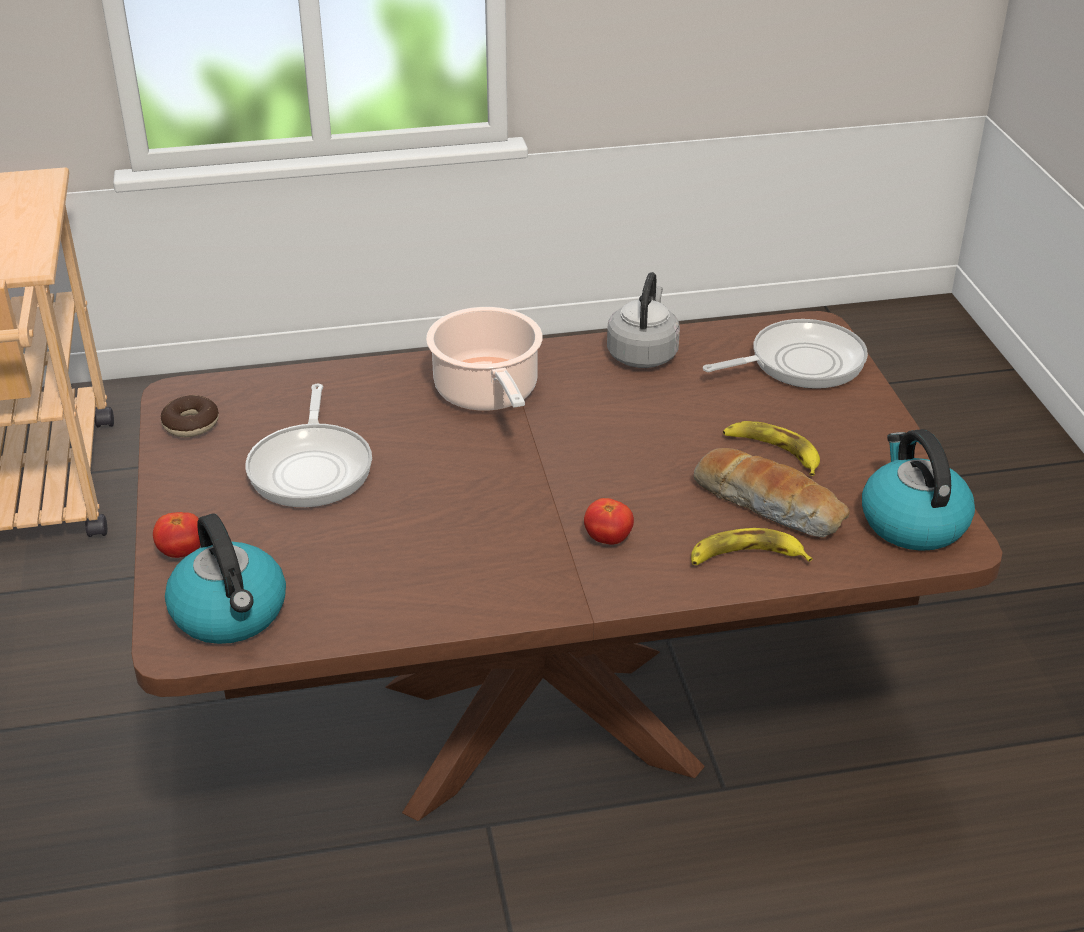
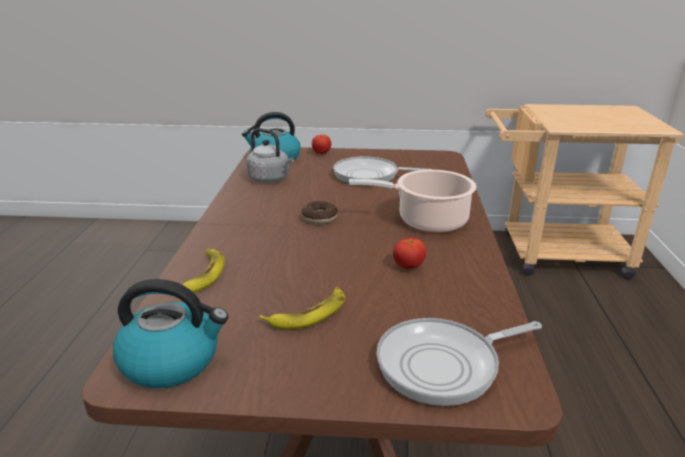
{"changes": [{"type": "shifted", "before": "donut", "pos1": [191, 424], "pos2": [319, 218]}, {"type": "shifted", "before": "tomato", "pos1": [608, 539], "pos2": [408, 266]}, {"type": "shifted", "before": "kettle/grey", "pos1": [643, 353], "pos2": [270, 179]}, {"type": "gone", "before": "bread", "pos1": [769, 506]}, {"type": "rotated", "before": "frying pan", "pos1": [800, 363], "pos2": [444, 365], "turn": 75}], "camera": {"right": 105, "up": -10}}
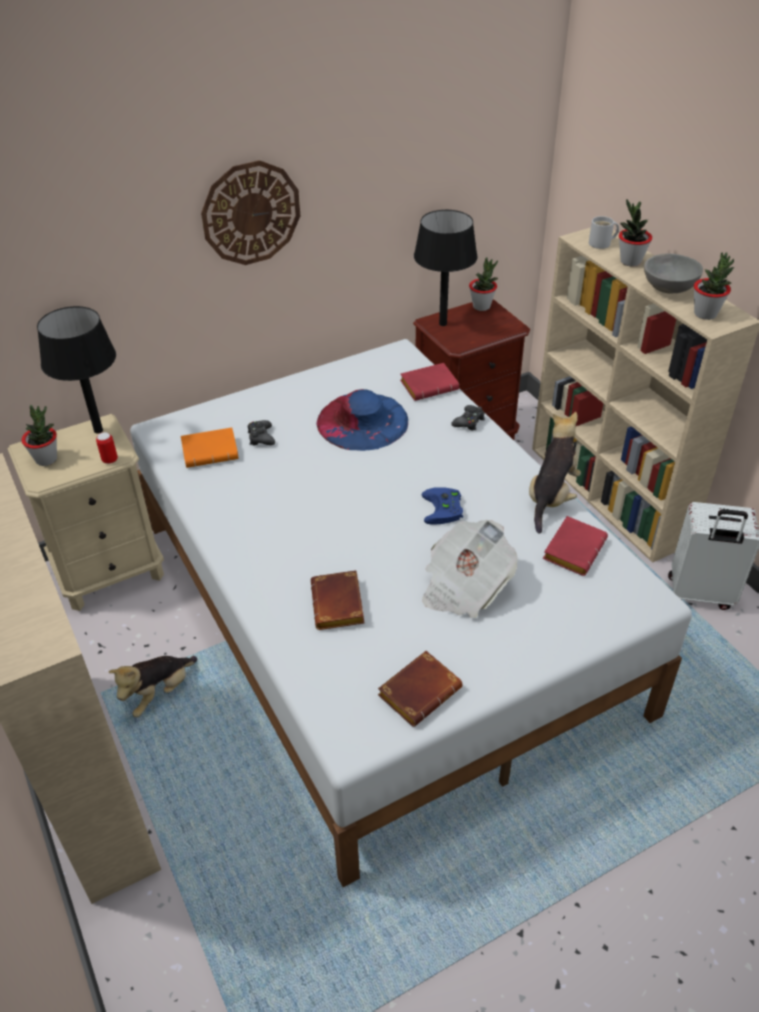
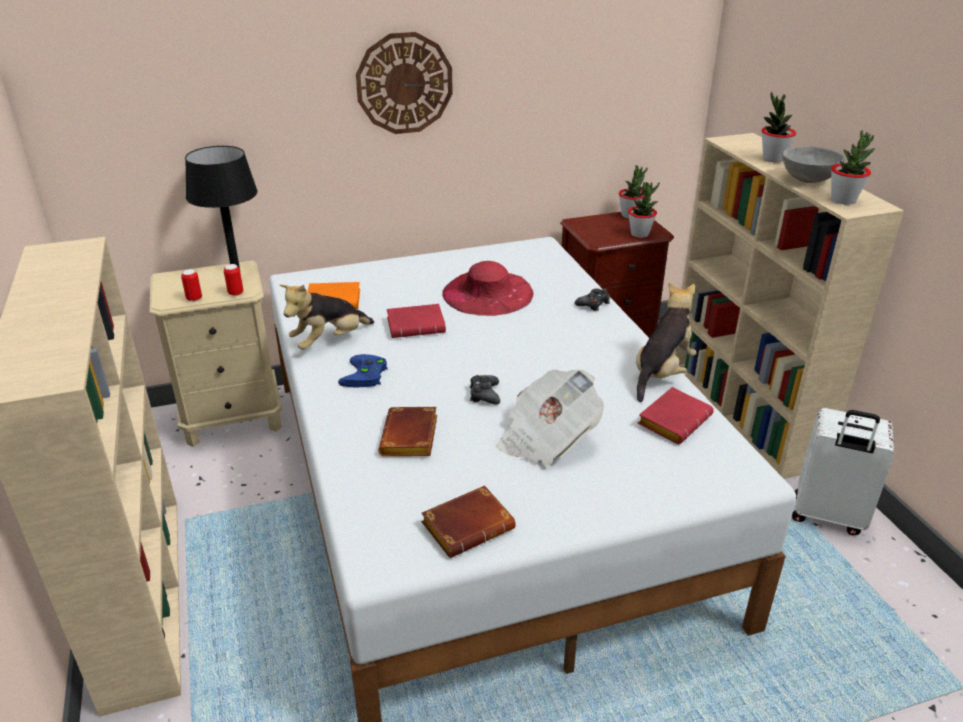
{"changes": [{"type": "shifted", "before": "potted plant", "pos1": [46, 459], "pos2": [640, 234]}, {"type": "shifted", "before": "plush toy", "pos1": [159, 693], "pos2": [329, 341]}, {"type": "shifted", "before": "game controller/black", "pos1": [261, 437], "pos2": [484, 394]}, {"type": "repainted", "before": "hat/blue", "after": "hat/red", "pos1": [362, 421], "pos2": [487, 293]}, {"type": "shifted", "before": "book/red", "pos1": [430, 385], "pos2": [417, 325]}, {"type": "gone", "before": "table lamp/black", "pos1": [443, 324]}, {"type": "shifted", "before": "game controller/blue", "pos1": [444, 509], "pos2": [365, 376]}, {"type": "gone", "before": "mug/white", "pos1": [602, 243]}, {"type": "new", "after": "can", "pos2": [194, 299]}], "camera": {"right": 10, "up": -10}}
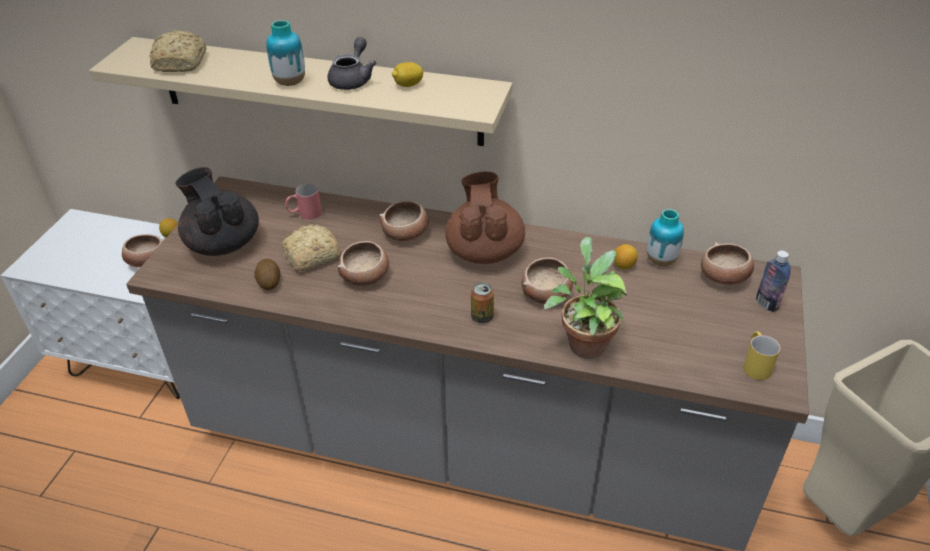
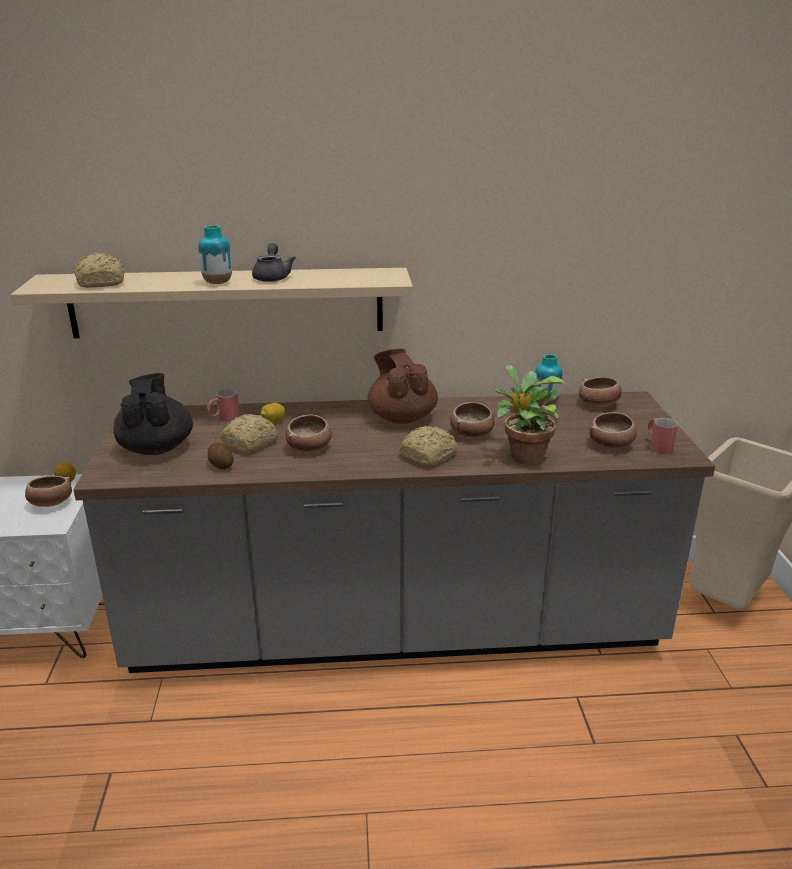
{"changes": [{"type": "rotated", "before": "teapot/black", "pos1": [223, 243], "pos2": [156, 447], "turn": 45}, {"type": "shifted", "before": "bowl", "pos1": [406, 234], "pos2": [611, 444]}, {"type": "shifted", "before": "lemon", "pos1": [408, 85], "pos2": [273, 422]}, {"type": "swapped", "before": "can", "after": "bread", "pos1": [482, 317], "pos2": [429, 455]}, {"type": "repainted", "before": "mug/yellow", "after": "mug/red", "pos1": [755, 364], "pos2": [658, 446]}, {"type": "gone", "before": "bottle", "pos1": [766, 304]}], "camera": {"right": -20, "up": -15}}
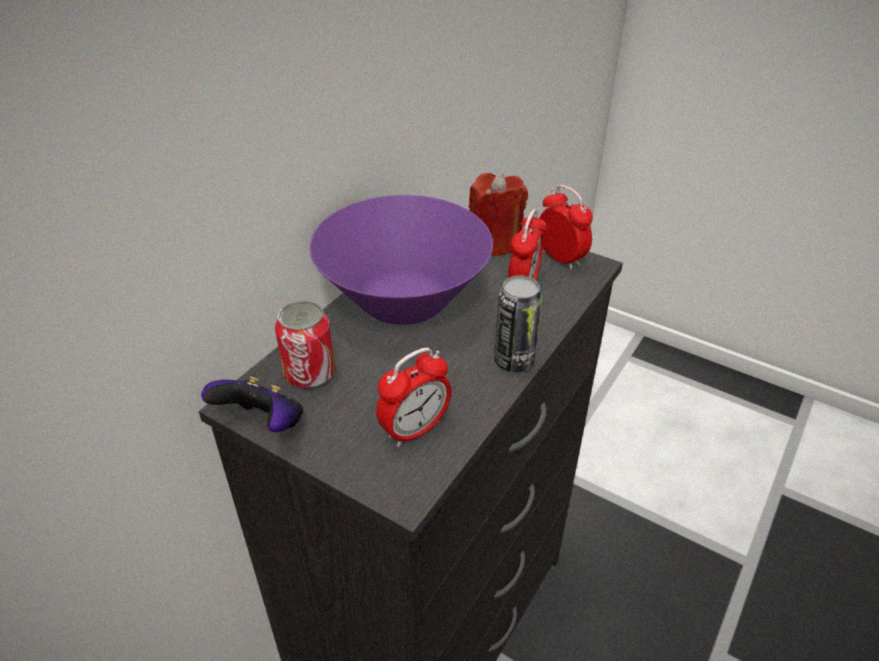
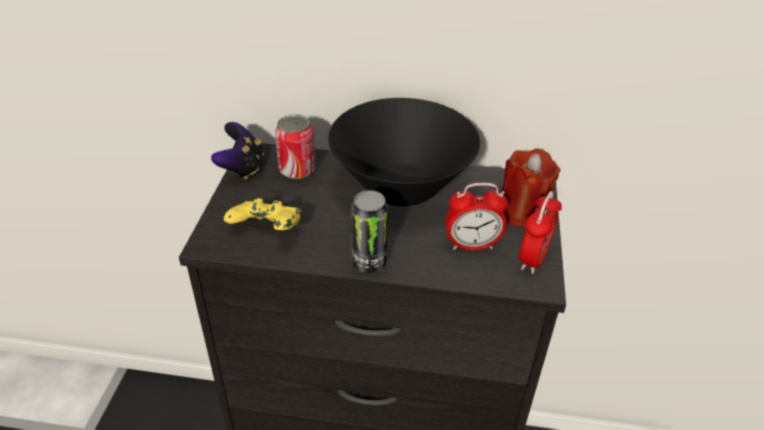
{"changes": [{"type": "repainted", "before": "bowl/purple", "after": "bowl/black", "pos1": [403, 301], "pos2": [401, 186]}, {"type": "swapped", "before": "alarm clock", "after": "game controller/yellow", "pos1": [414, 430], "pos2": [267, 231]}], "camera": {"right": 65, "up": 0}}
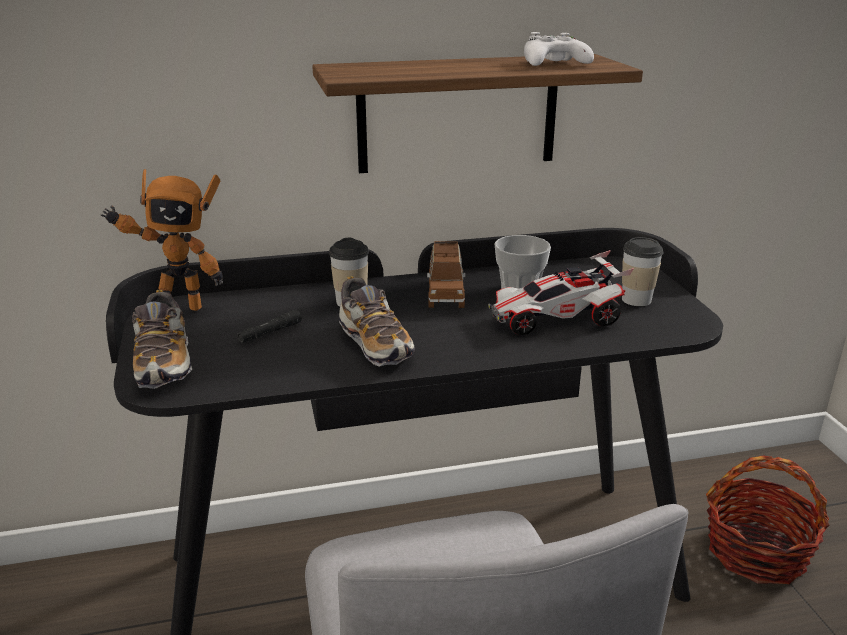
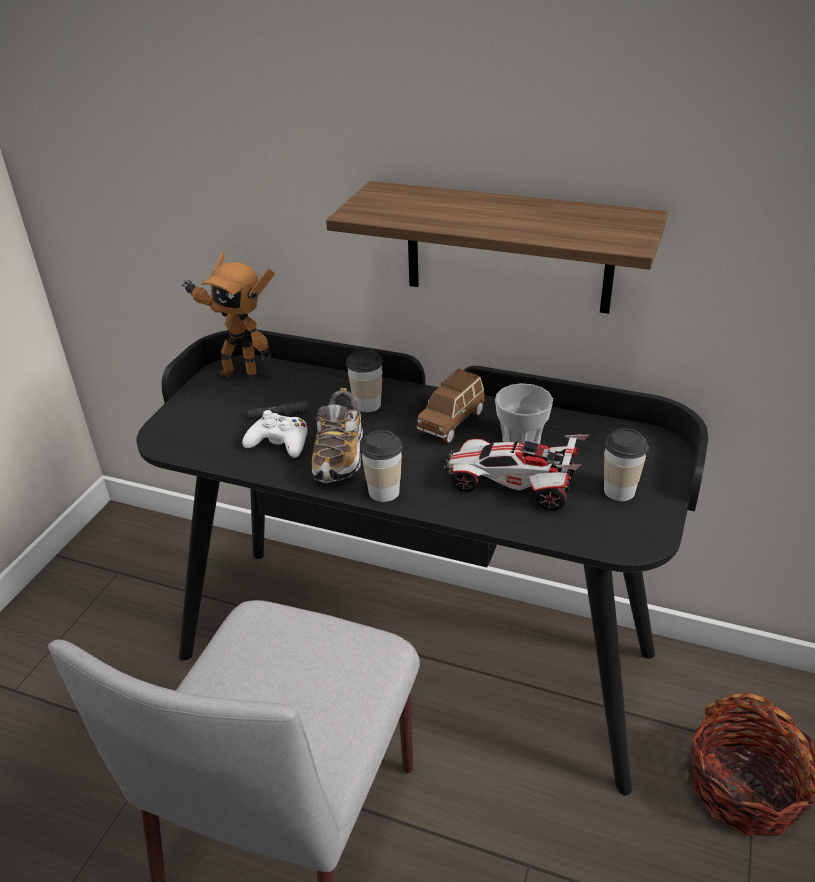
{"changes": [{"type": "gone", "before": "shoe", "pos1": [164, 363]}, {"type": "shifted", "before": "game controller/white", "pos1": [554, 63], "pos2": [279, 443]}, {"type": "new", "after": "cup", "pos2": [384, 492]}], "camera": {"right": 35, "up": 10}}
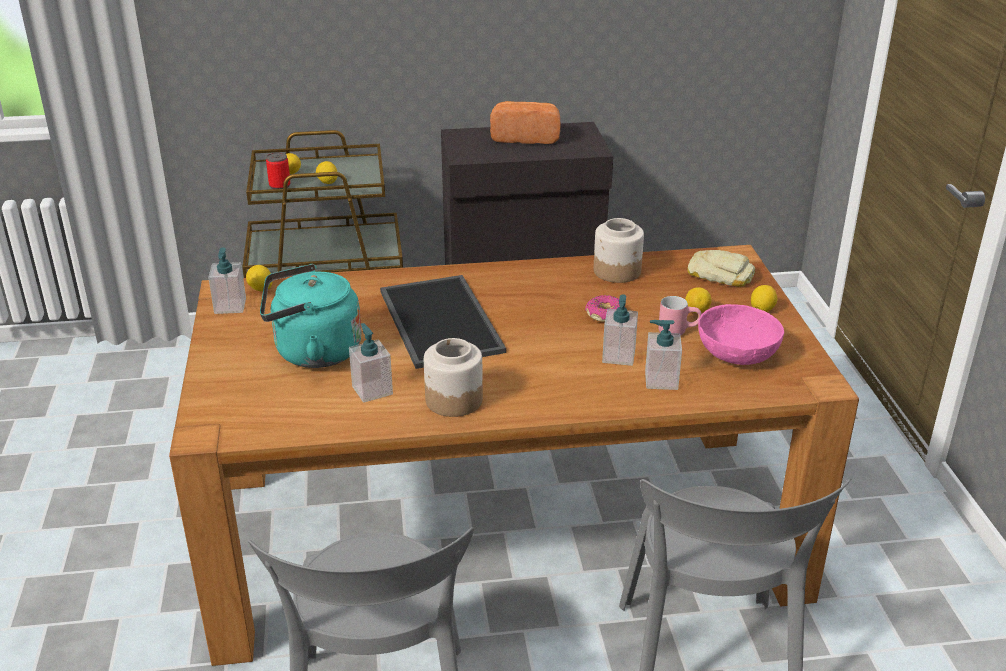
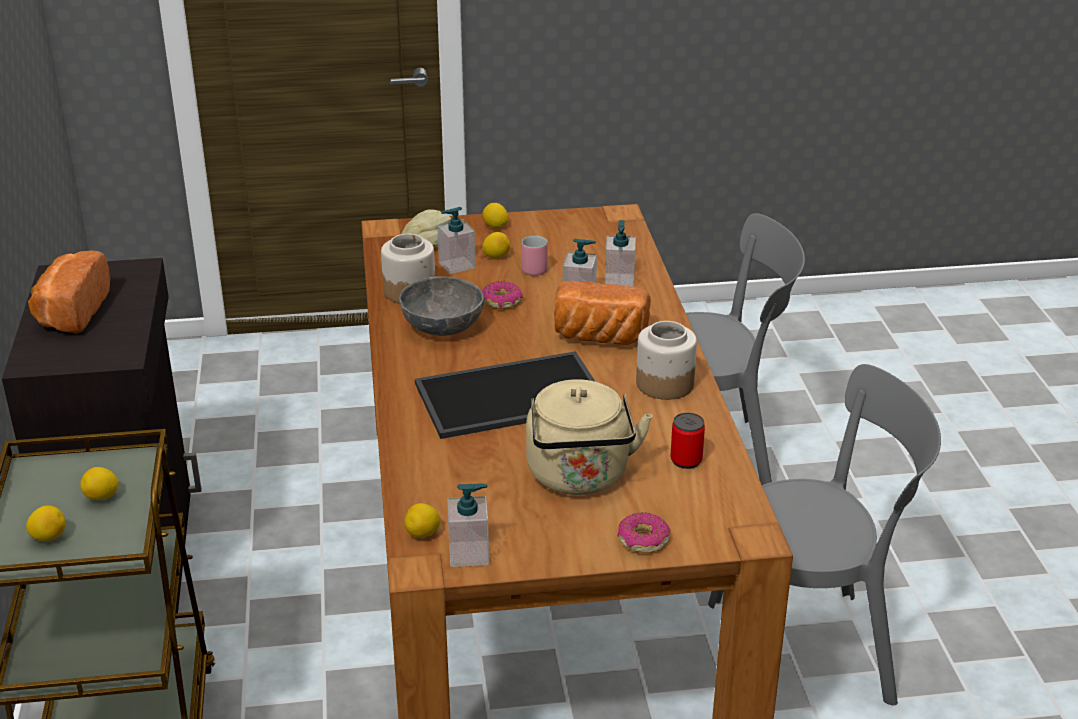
{"changes": [{"type": "repainted", "before": "kettle/turquoise", "after": "kettle/beige", "pos1": [312, 352], "pos2": [579, 477]}, {"type": "shifted", "before": "can", "pos1": [280, 186], "pos2": [686, 460]}, {"type": "shifted", "before": "soap dispenser", "pos1": [372, 390], "pos2": [456, 265]}, {"type": "gone", "before": "bowl/pink", "pos1": [737, 355]}, {"type": "new", "after": "bowl/grey", "pos2": [442, 327]}, {"type": "new", "after": "bread", "pos2": [598, 337]}, {"type": "new", "after": "donut", "pos2": [642, 540]}], "camera": {"right": -90, "up": 0}}
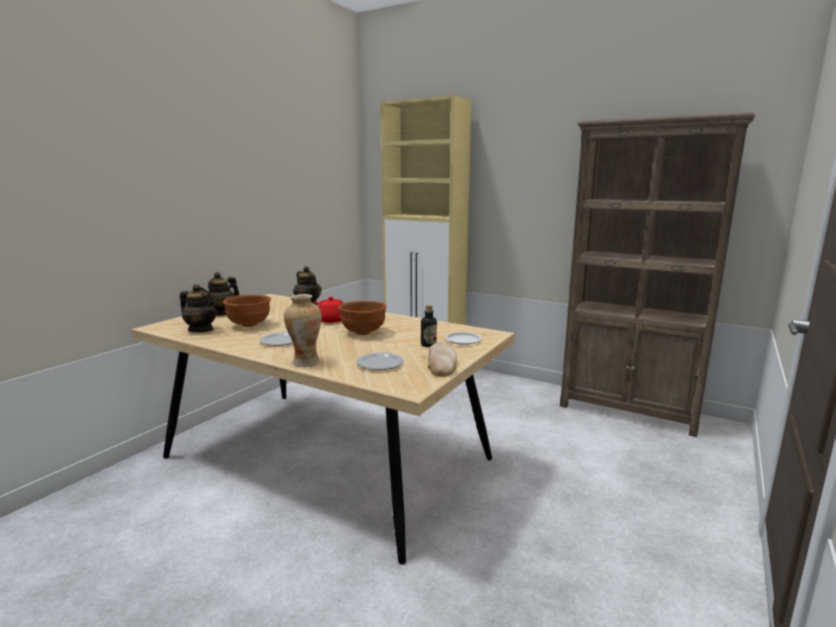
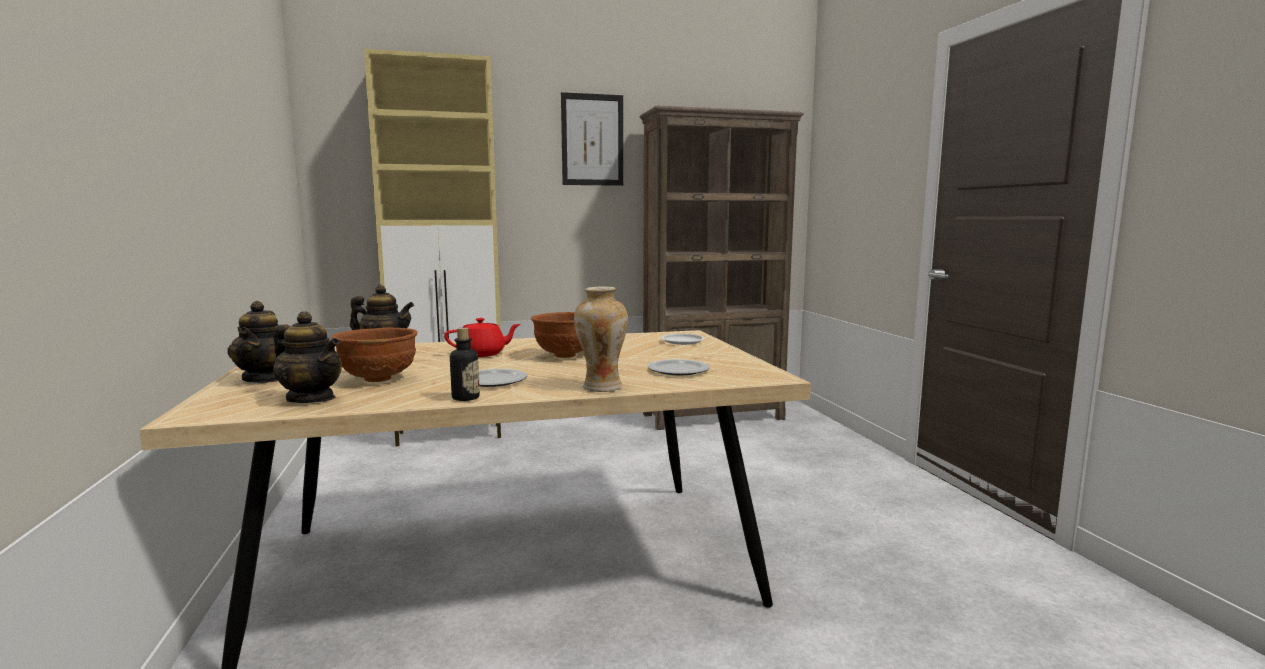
{"changes": [{"type": "rotated", "before": "teapot", "pos1": [201, 330], "pos2": [311, 399], "turn": 45}, {"type": "shifted", "before": "bottle", "pos1": [428, 345], "pos2": [465, 398]}, {"type": "gone", "before": "bread", "pos1": [442, 363]}, {"type": "new", "after": "picture", "pos2": [592, 140]}], "camera": {"right": -45, "up": -5}}
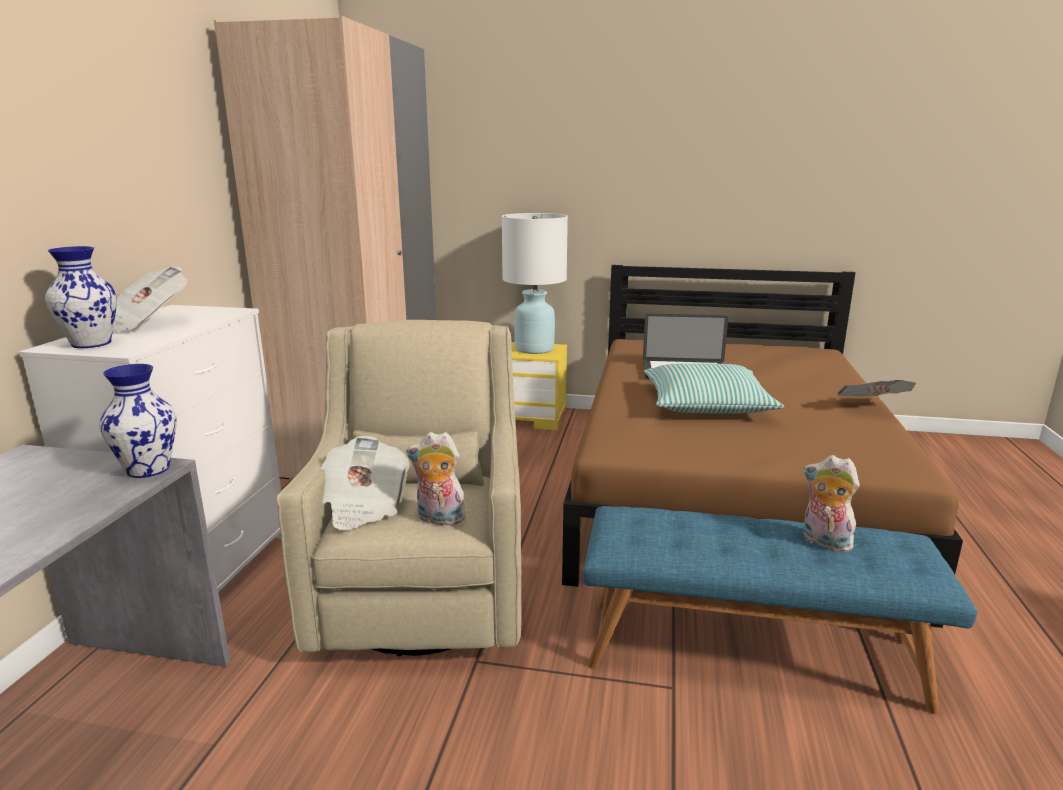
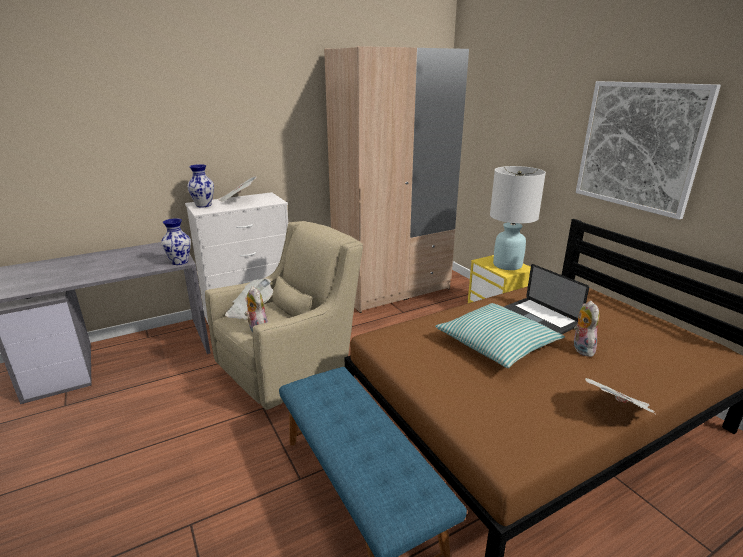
{"changes": [{"type": "shifted", "before": "plush toy", "pos1": [823, 542], "pos2": [581, 348]}, {"type": "new", "after": "picture", "pos2": [639, 146]}], "camera": {"right": 50, "up": 5}}
